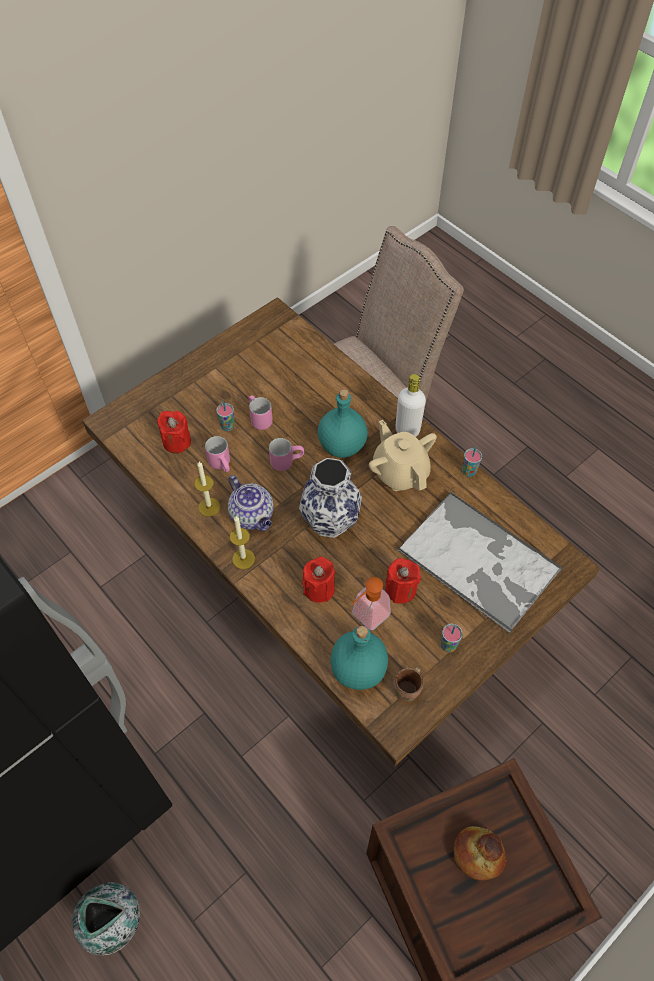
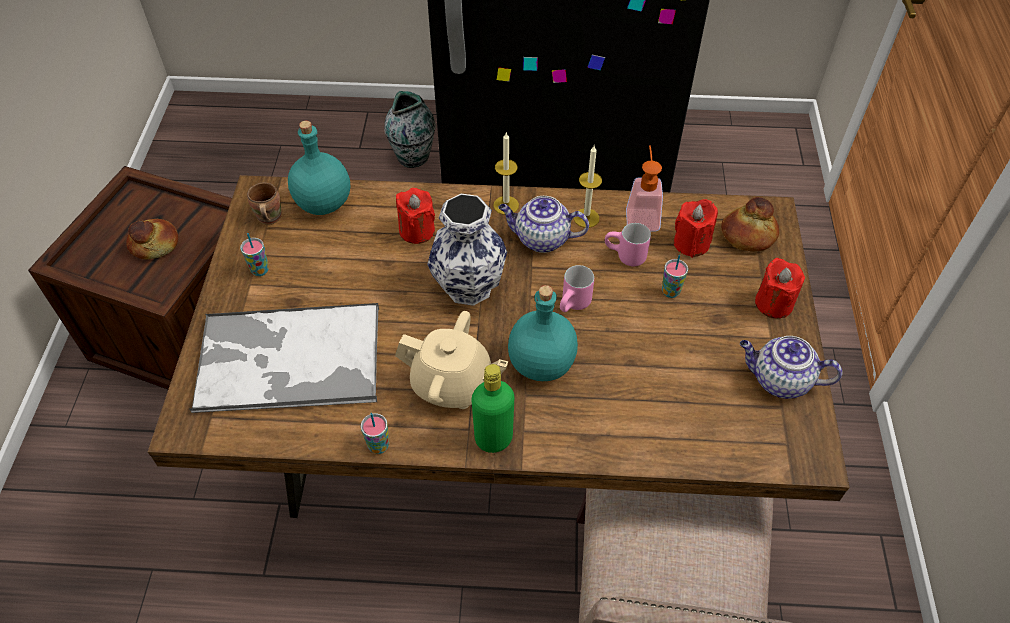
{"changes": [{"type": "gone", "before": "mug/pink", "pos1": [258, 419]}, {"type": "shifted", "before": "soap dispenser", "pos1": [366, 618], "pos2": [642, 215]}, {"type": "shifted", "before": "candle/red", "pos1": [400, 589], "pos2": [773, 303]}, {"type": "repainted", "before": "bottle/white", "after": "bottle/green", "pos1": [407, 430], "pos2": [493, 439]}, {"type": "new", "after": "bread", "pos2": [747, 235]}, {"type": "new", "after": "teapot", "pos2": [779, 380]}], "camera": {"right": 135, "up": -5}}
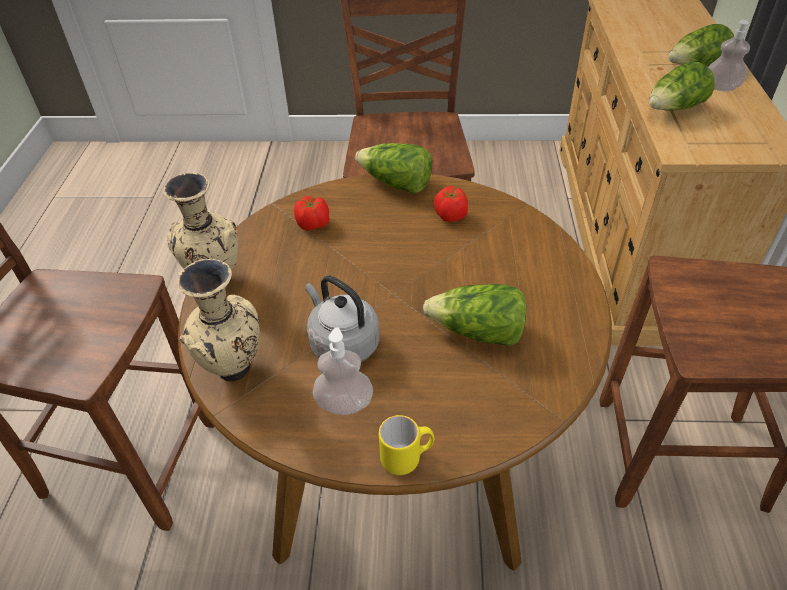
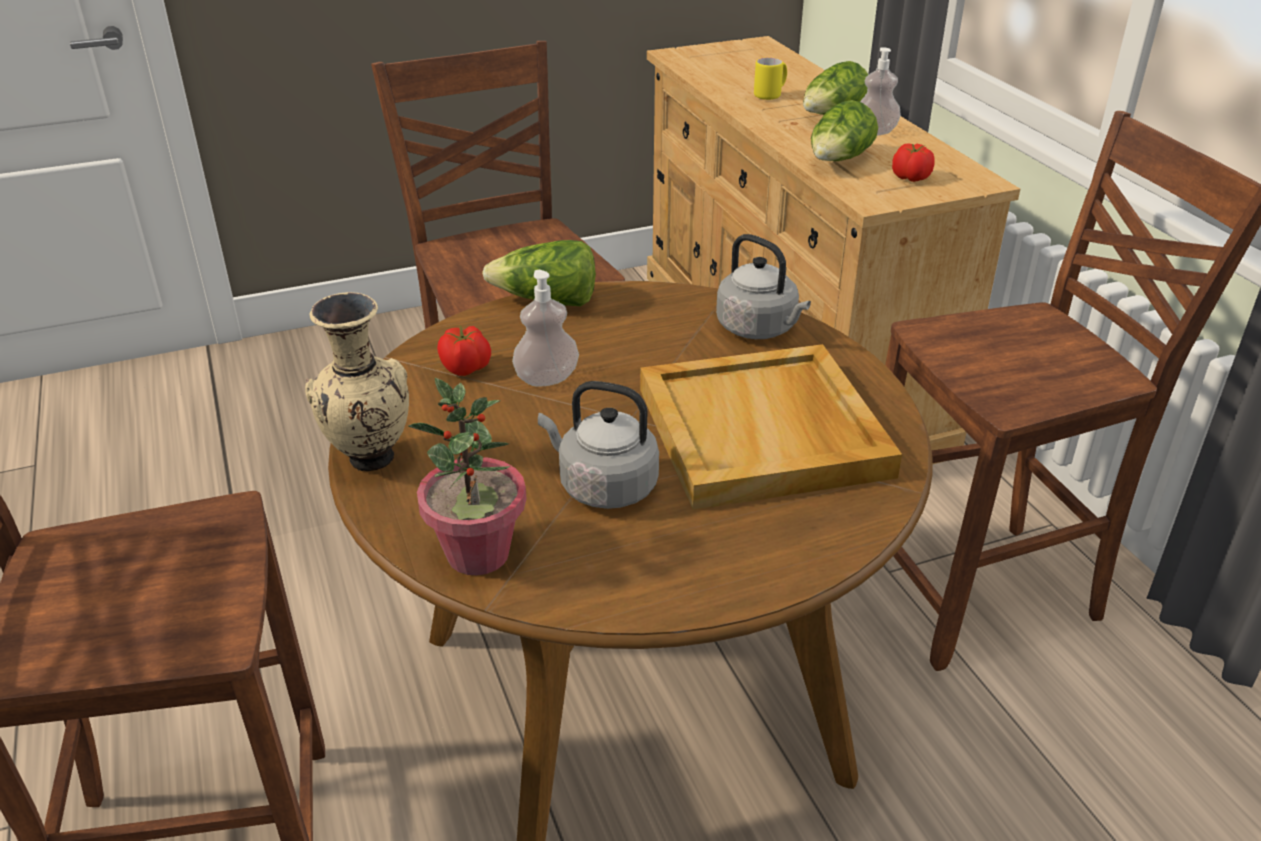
{"changes": [{"type": "swapped", "before": "vase/beige", "after": "potted plant", "pos1": [234, 372], "pos2": [478, 554]}, {"type": "shifted", "before": "soap dispenser", "pos1": [344, 404], "pos2": [546, 378]}, {"type": "shifted", "before": "mug/yellow", "pos1": [407, 457], "pos2": [771, 95]}, {"type": "swapped", "before": "lettuce", "after": "tray/beige", "pos1": [478, 332], "pos2": [764, 432]}, {"type": "shifted", "before": "tomato", "pos1": [450, 216], "pos2": [911, 178]}, {"type": "new", "after": "kettle/grey", "pos2": [759, 329]}], "camera": {"right": -25, "up": -10}}
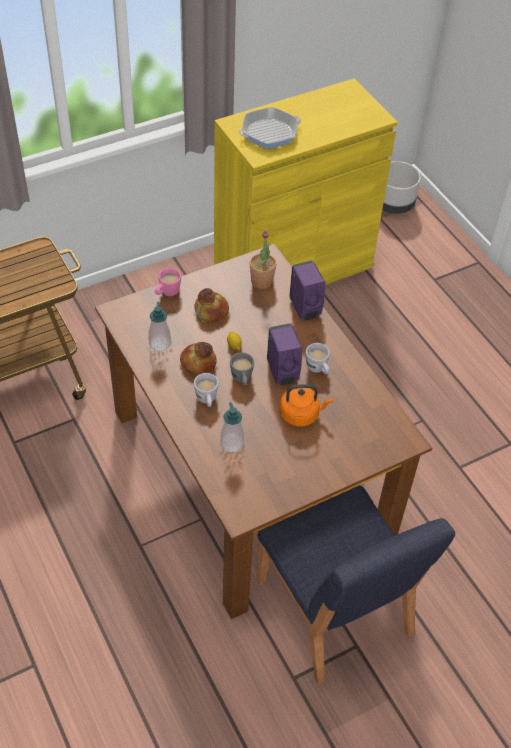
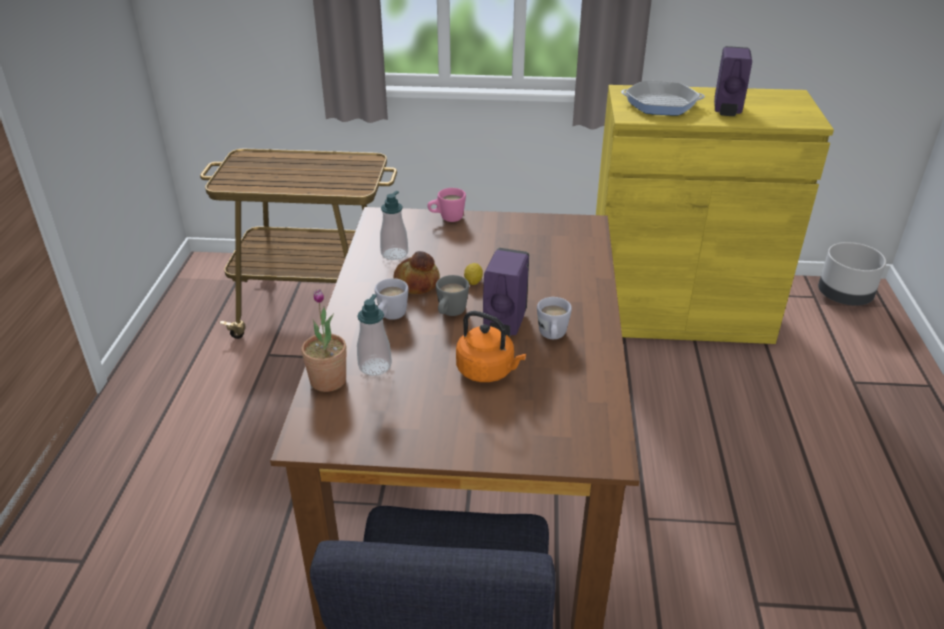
{"changes": [{"type": "gone", "before": "bread", "pos1": [212, 311]}, {"type": "shifted", "before": "potted plant", "pos1": [261, 281], "pos2": [328, 380]}, {"type": "shifted", "before": "soap dispenser/purple", "pos1": [305, 309], "pos2": [727, 110]}], "camera": {"right": 35, "up": -15}}
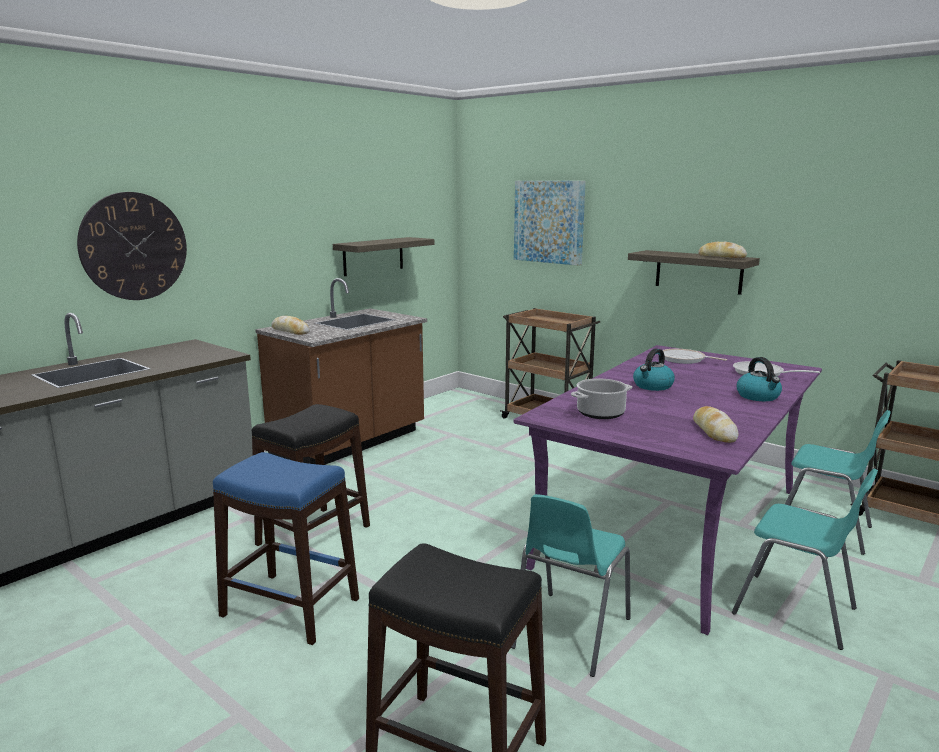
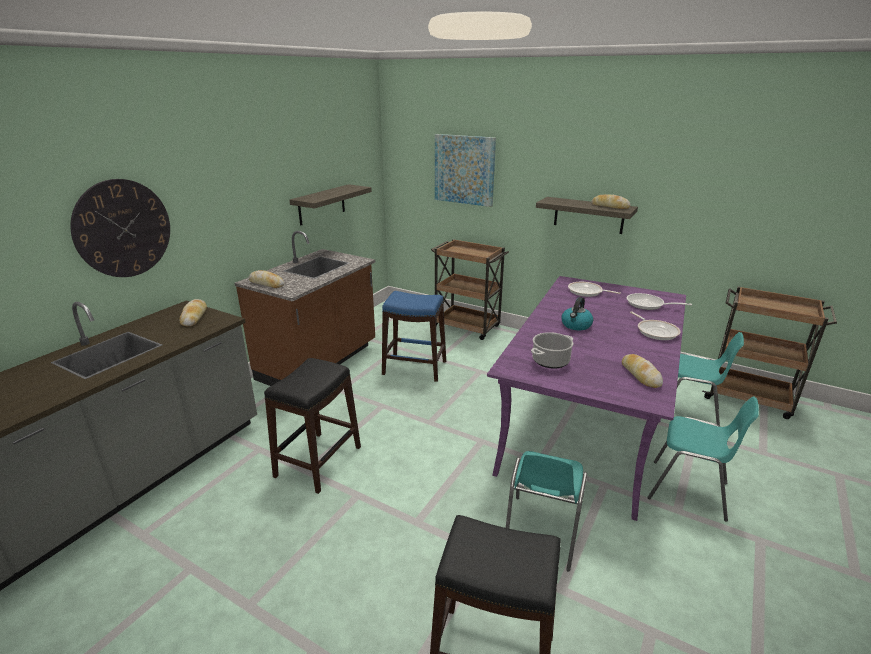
{"changes": [{"type": "shifted", "before": "stool/blue", "pos1": [290, 608], "pos2": [414, 368]}, {"type": "swapped", "before": "kettle", "after": "frying pan", "pos1": [758, 396], "pos2": [655, 331]}, {"type": "new", "after": "bread", "pos2": [194, 317]}], "camera": {"right": -10, "up": 10}}
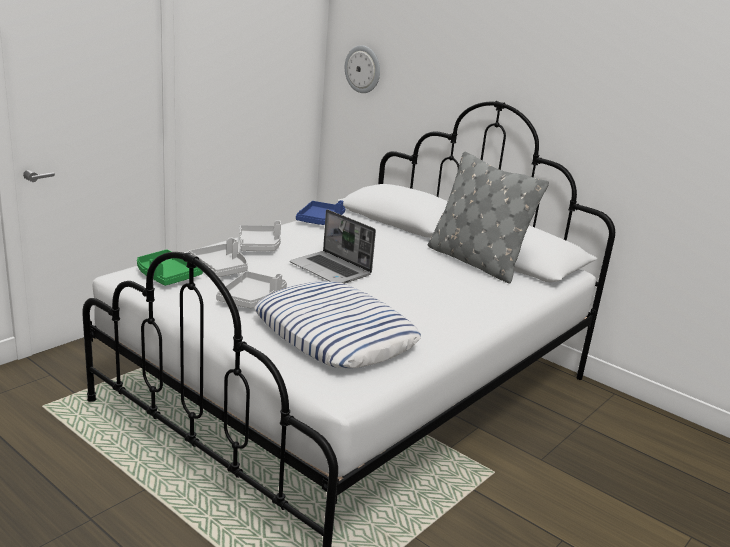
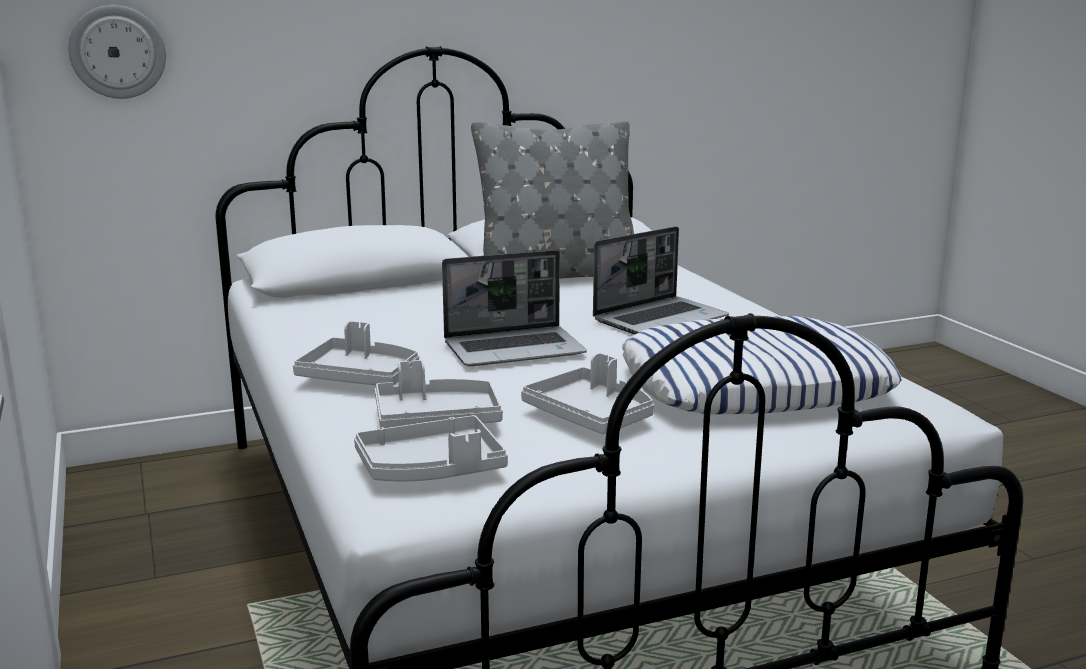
{"changes": [{"type": "repainted", "before": "tray/green", "after": "tray/grey", "pos1": [166, 276], "pos2": [431, 469]}, {"type": "gone", "before": "tray/blue", "pos1": [320, 220]}, {"type": "new", "after": "laptop", "pos2": [660, 319]}], "camera": {"right": -60, "up": -5}}
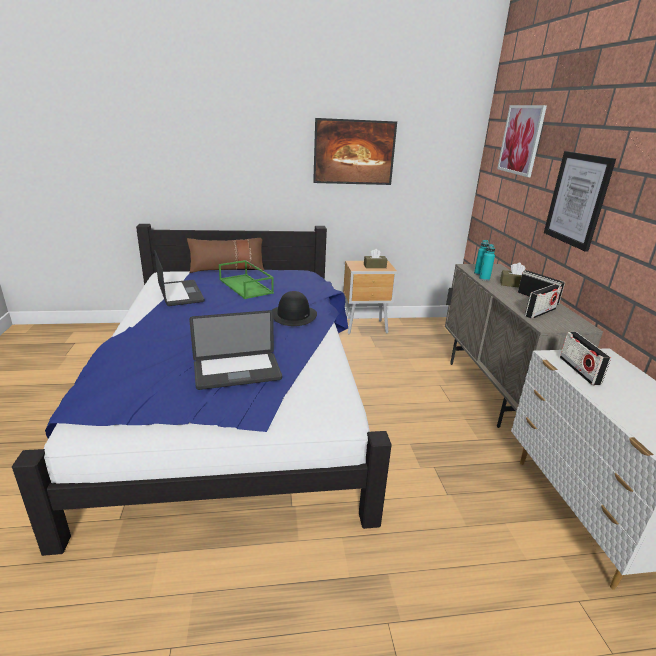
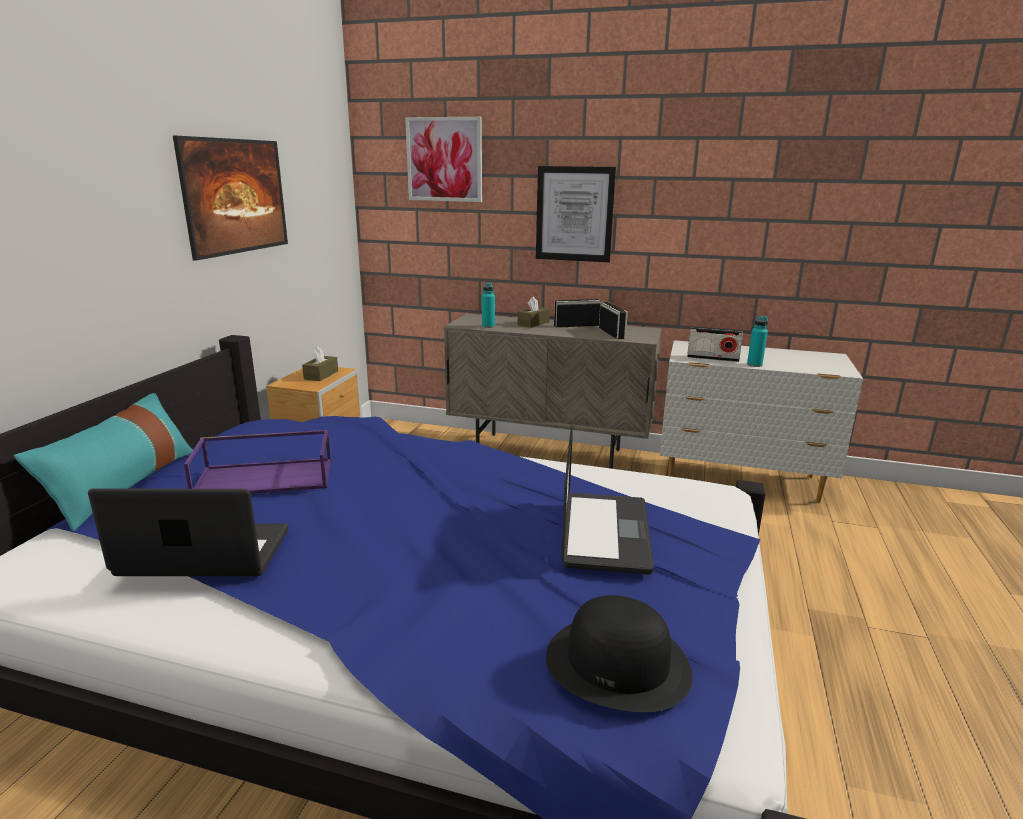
{"changes": [{"type": "repainted", "before": "pillow/brown", "after": "pillow/turquoise", "pos1": [227, 269], "pos2": [124, 485]}, {"type": "repainted", "before": "tray/green", "after": "tray/purple", "pos1": [246, 286], "pos2": [266, 477]}, {"type": "shifted", "before": "hat/black", "pos1": [293, 315], "pos2": [618, 663]}, {"type": "shifted", "before": "bottle/turquoise", "pos1": [484, 279], "pos2": [754, 365]}], "camera": {"right": -65, "up": -5}}
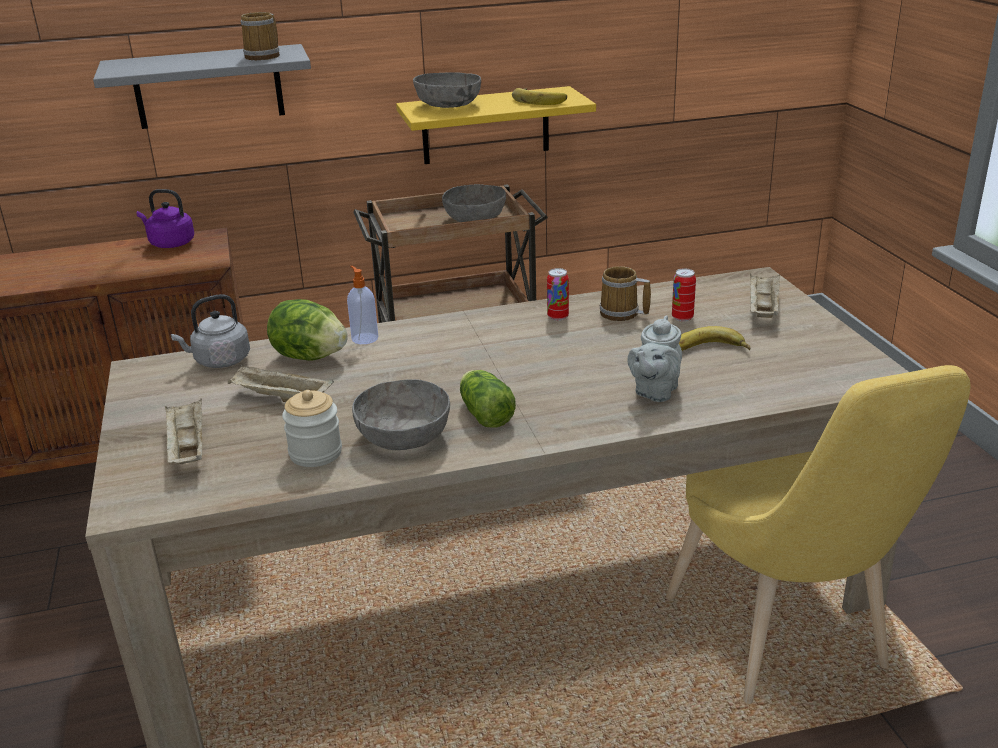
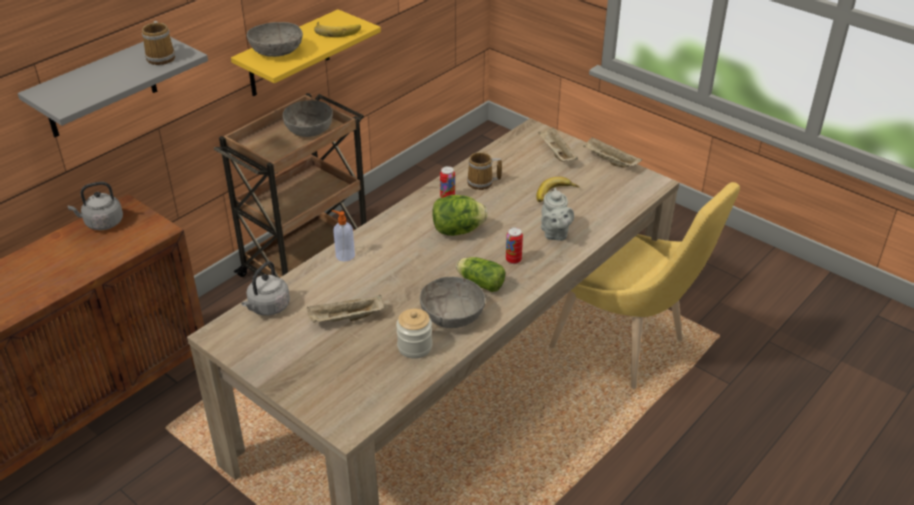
{"changes": [{"type": "repainted", "before": "kettle/purple", "after": "kettle/grey", "pos1": [170, 243], "pos2": [102, 223]}, {"type": "shifted", "before": "tray/beige", "pos1": [188, 448], "pos2": [609, 161]}, {"type": "shifted", "before": "lettuce", "pos1": [310, 357], "pos2": [457, 230]}, {"type": "shifted", "before": "can", "pos1": [682, 318], "pos2": [513, 260]}], "camera": {"right": -35, "up": 10}}
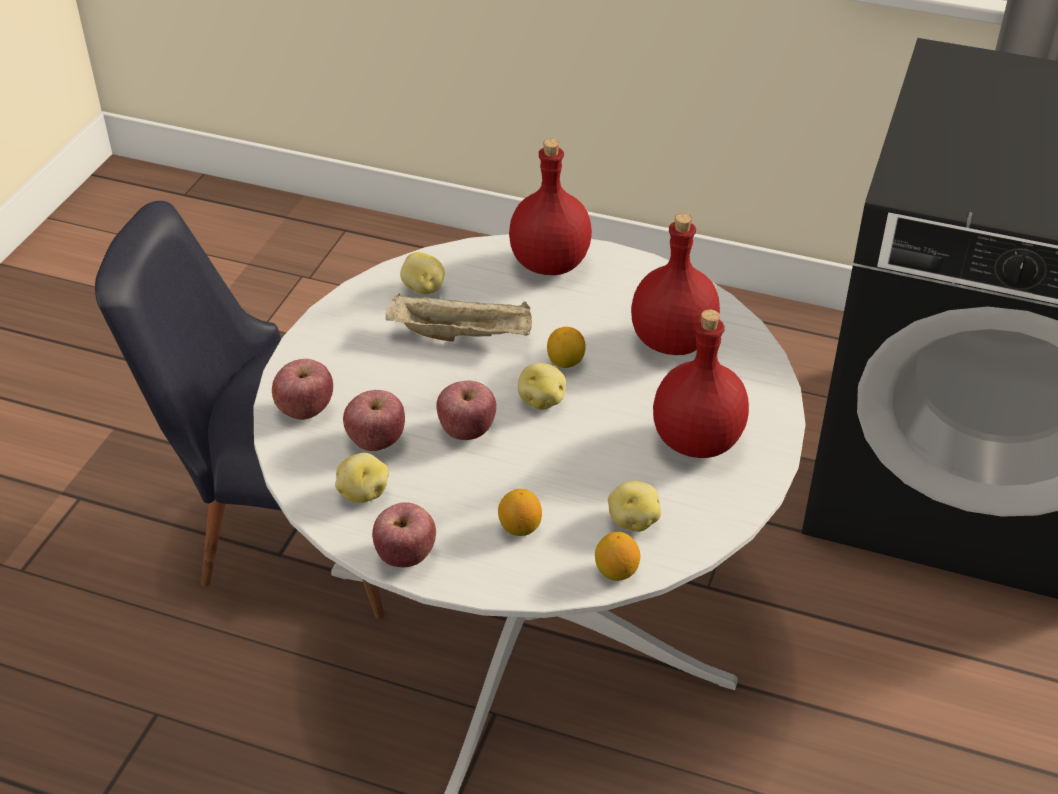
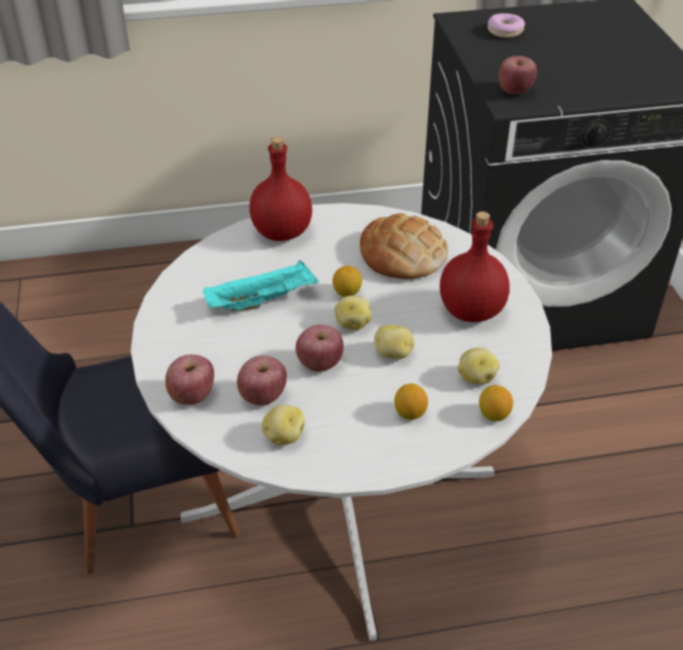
{"changes": [{"type": "shifted", "before": "apple", "pos1": [406, 555], "pos2": [515, 91]}, {"type": "repainted", "before": "tray/beige", "after": "tray/turquoise", "pos1": [463, 335], "pos2": [263, 300]}, {"type": "shifted", "before": "potato", "pos1": [423, 289], "pos2": [394, 354]}, {"type": "swapped", "before": "bottle/red", "after": "bread", "pos1": [671, 342], "pos2": [403, 255]}, {"type": "new", "after": "donut", "pos2": [505, 31]}], "camera": {"right": -30, "up": 0}}
